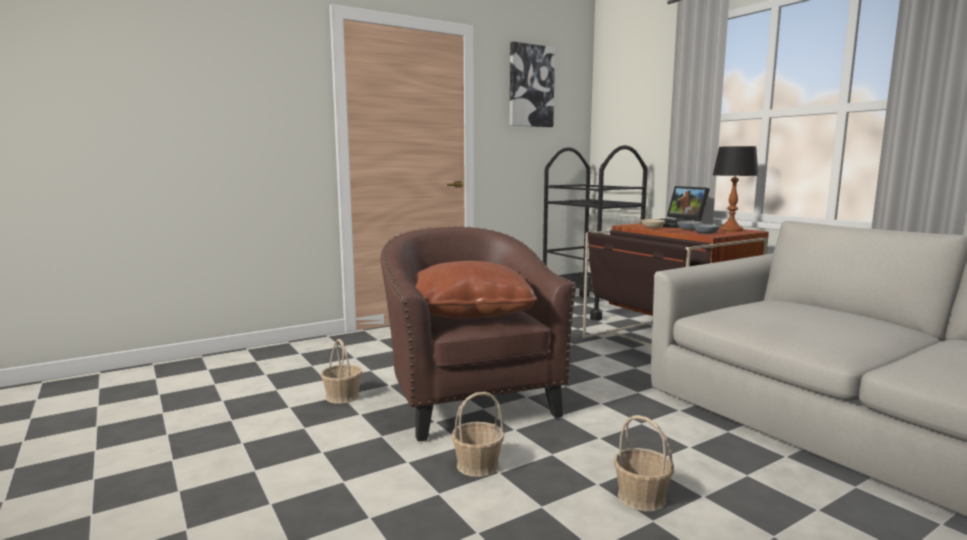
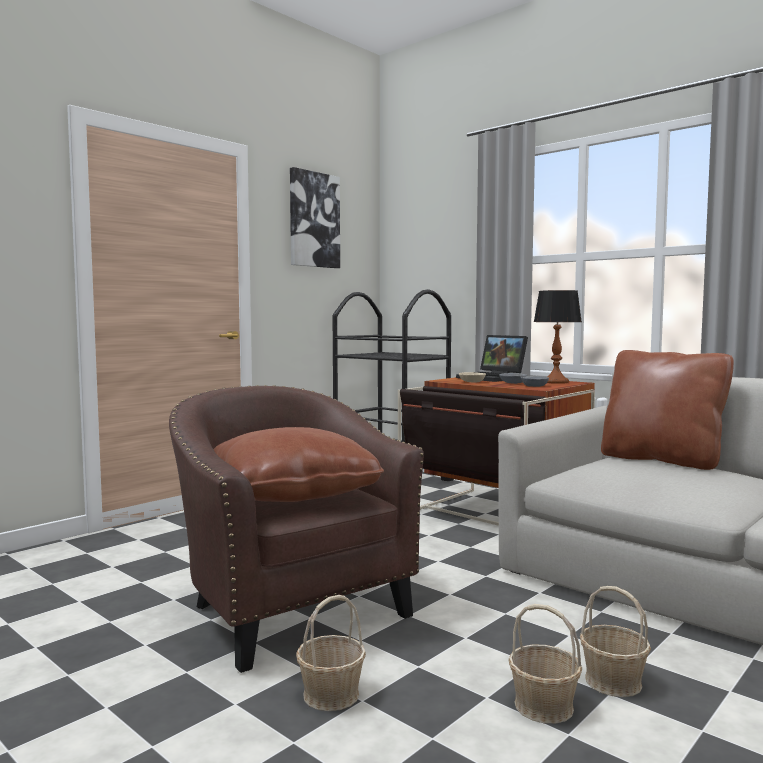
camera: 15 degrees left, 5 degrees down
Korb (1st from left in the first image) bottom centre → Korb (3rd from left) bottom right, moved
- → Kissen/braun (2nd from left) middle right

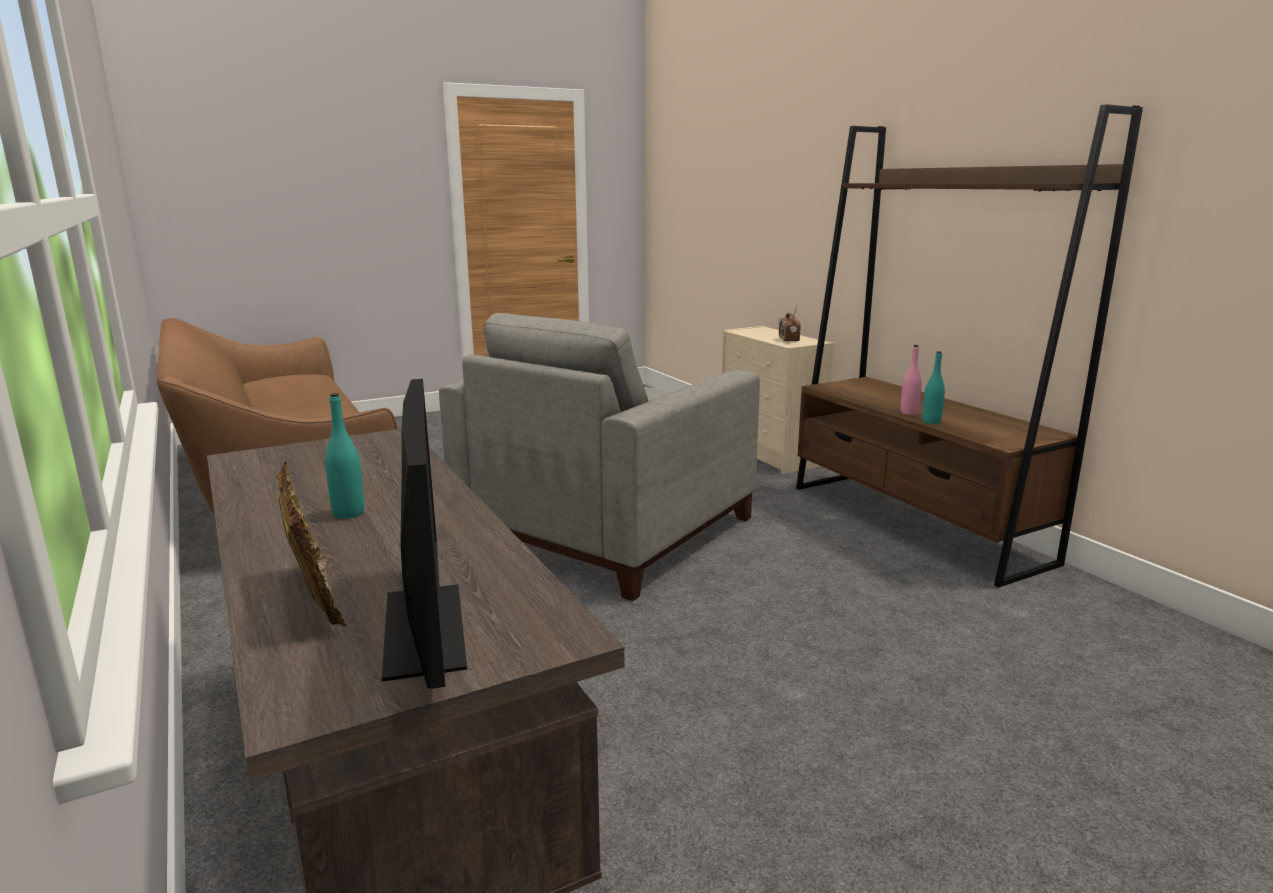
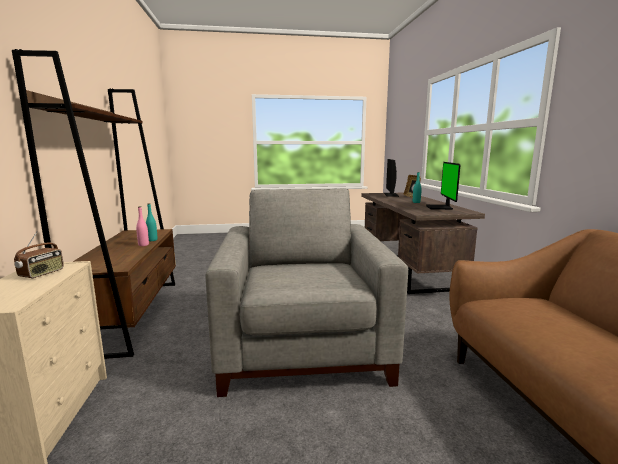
camera: 160 degrees left, 5 degrees down
Sessel/grau centre, 60 degrees counterclockwise
- → Monitor (2nd from left) middle right

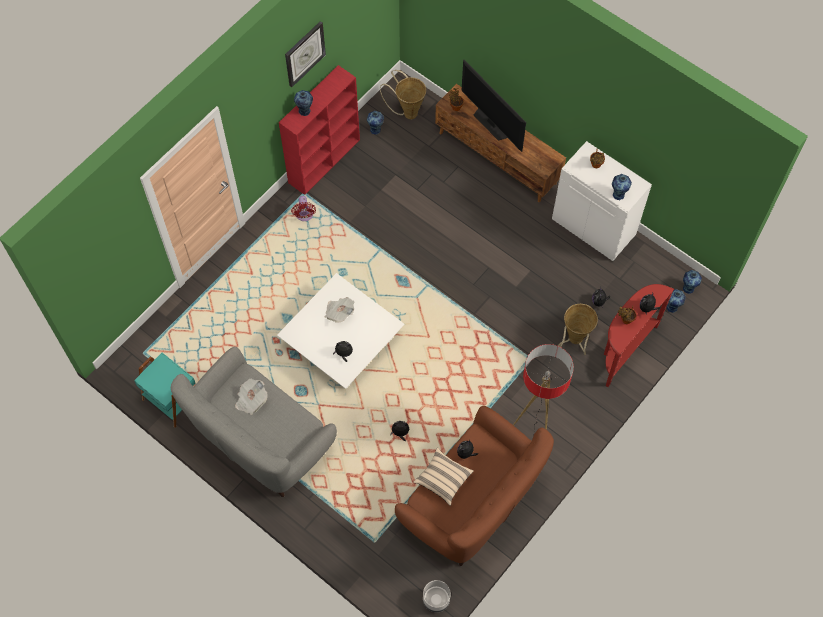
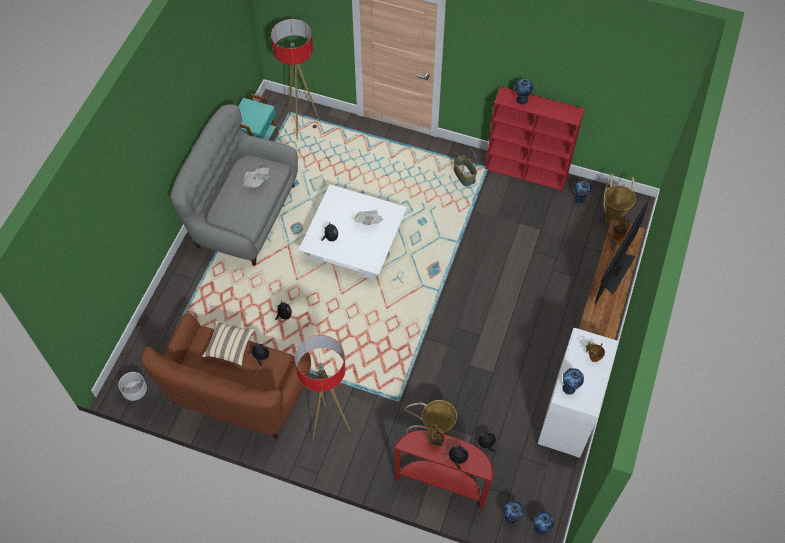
camera: 70 degrees right, 5 degrees down
Wanduhr top centre → -
Ventilator/rot centre → Korb (2nd from left) top centre
- → Stehlampe (1st from left) top centre

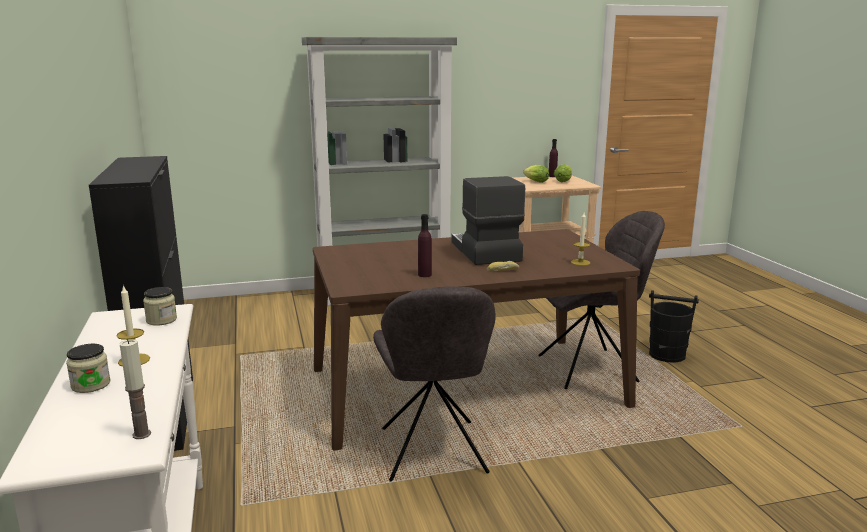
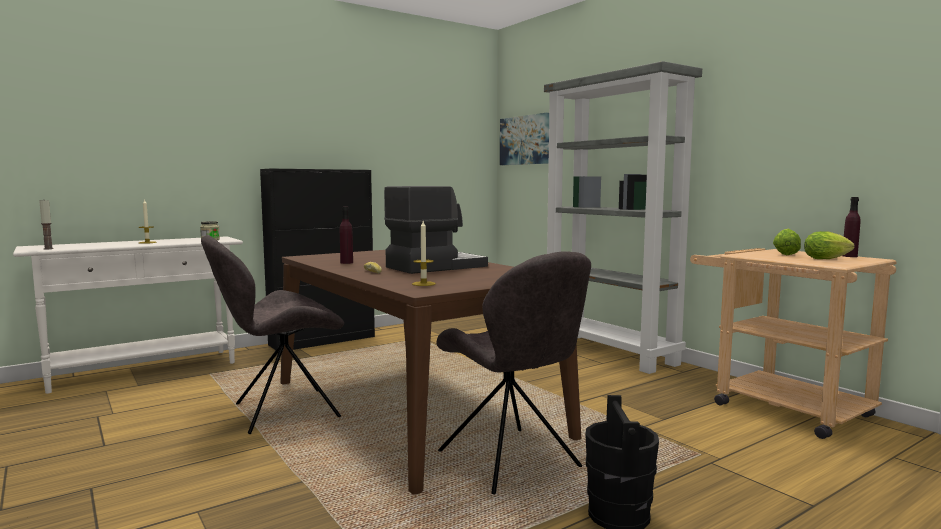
camera: 70 degrees right, 10 degrees down
Vorratsglas (1st from left) bottom left → -
- → Bild top centre

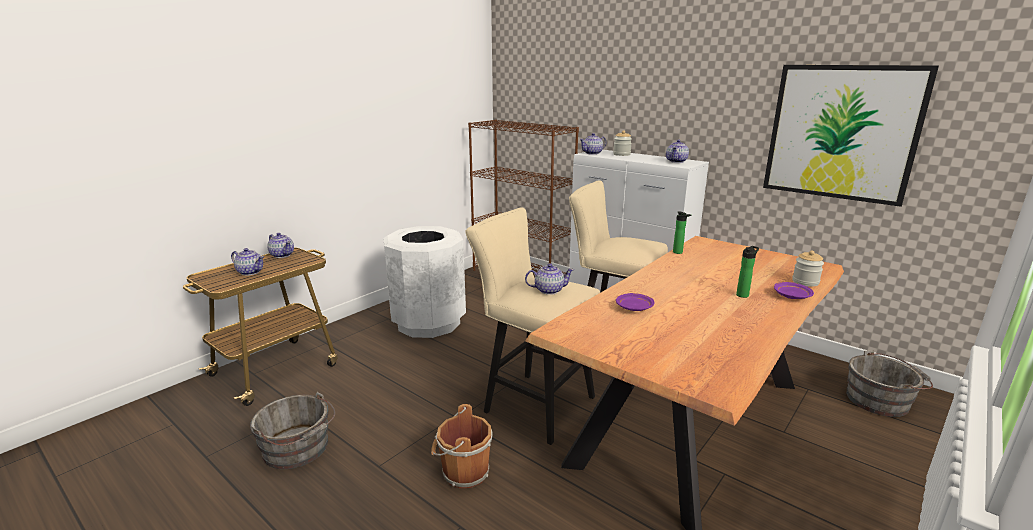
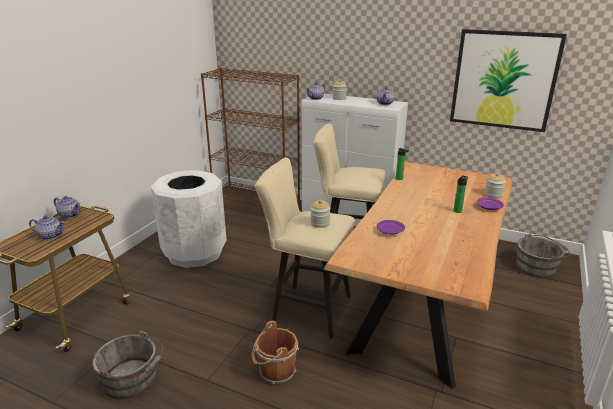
camera: 15 degrees left, 5 degrees up
Teekanne (3rd from left) centre → Vorratsglas (1st from left) centre

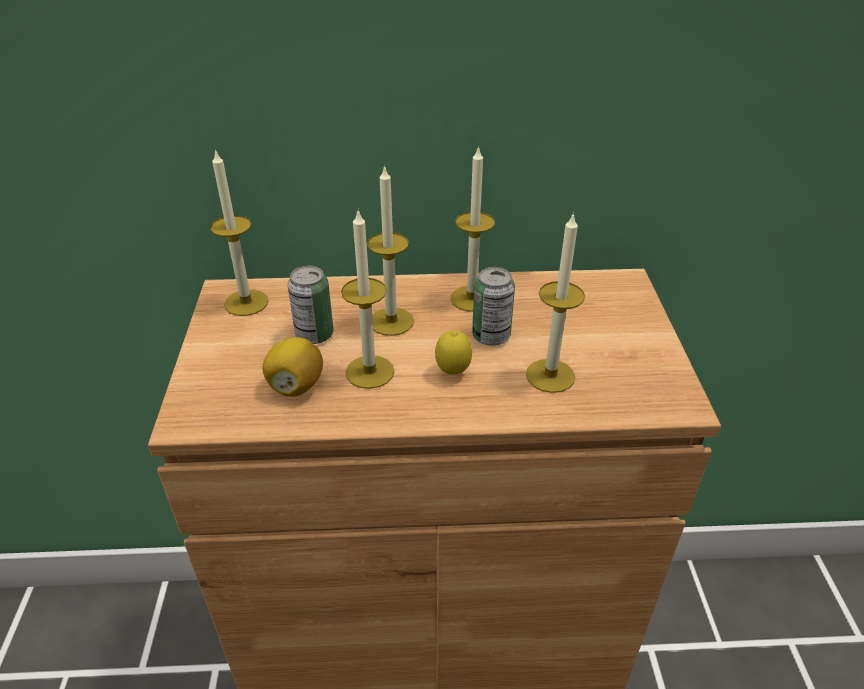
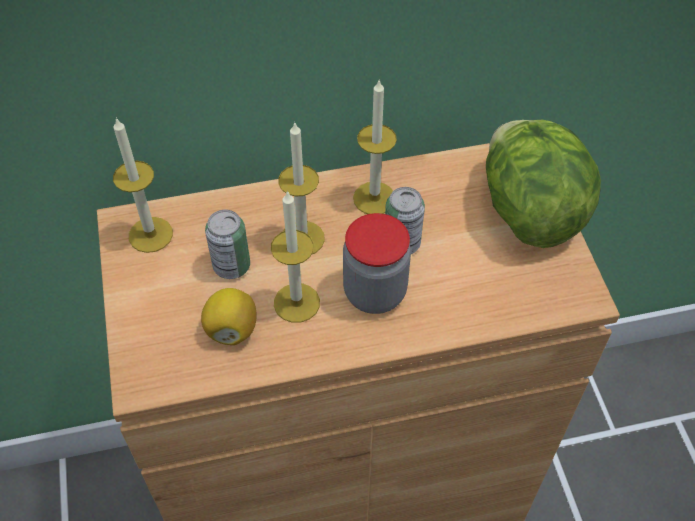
camera: 10 degrees left, 15 degrees up
Kerze (5th from left) centre → -
Zitrone (2nd from left) centre → Vorratsglas centre
- → Salatkopf middle right

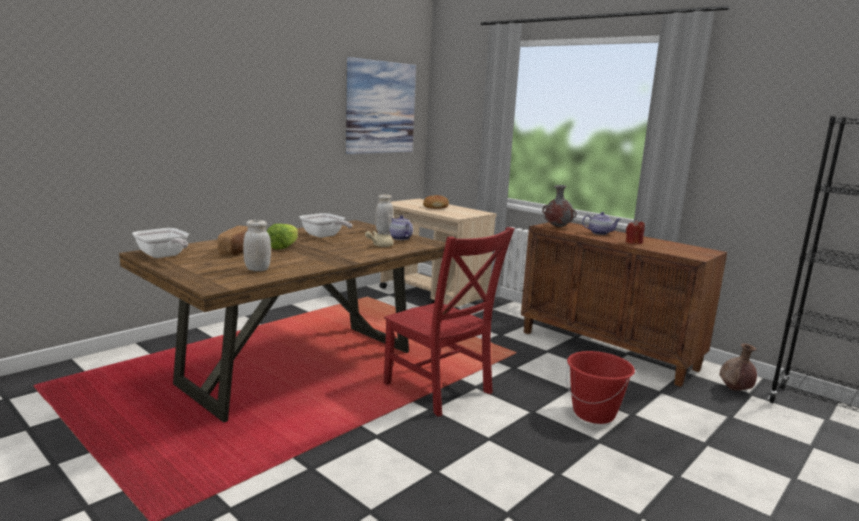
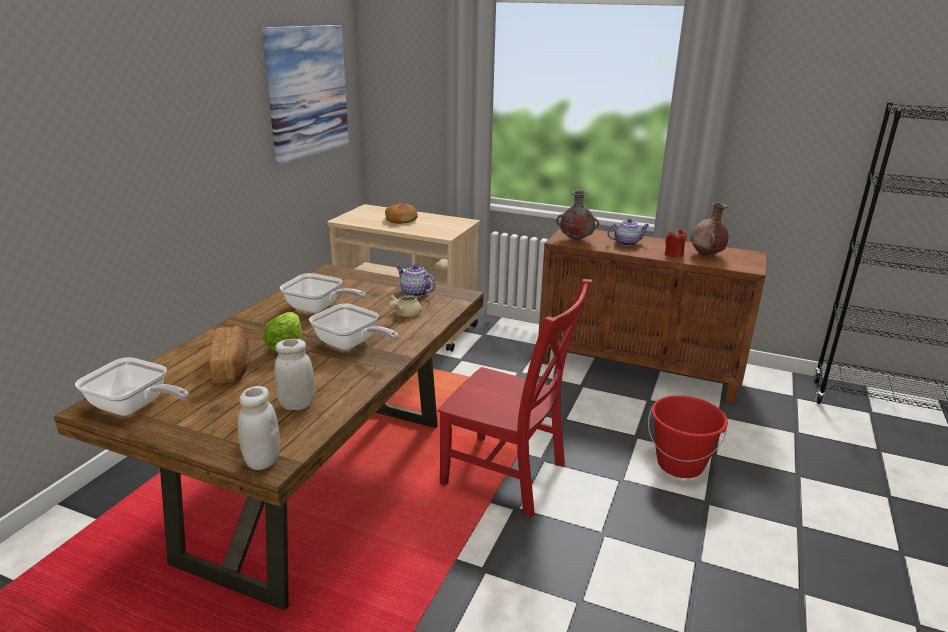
camera: 20 degrees left, 10 degrees up
Vorratsglas/weiß (2nd from left in the first image) centre → Vorratsglas/weiß (1st from left) bottom left, moved
Vase/braun bottom right → Vase/braun middle right, moved
- → Pfanne (3rd from left) centre

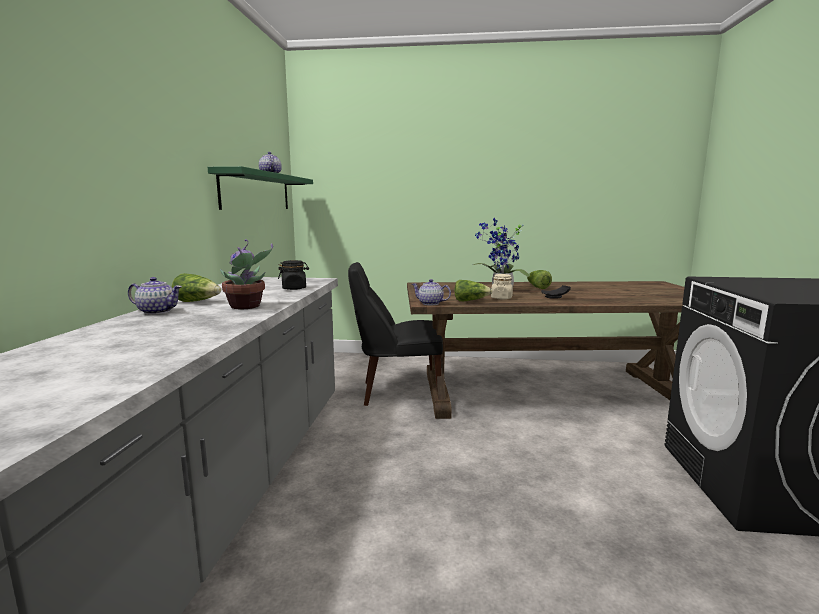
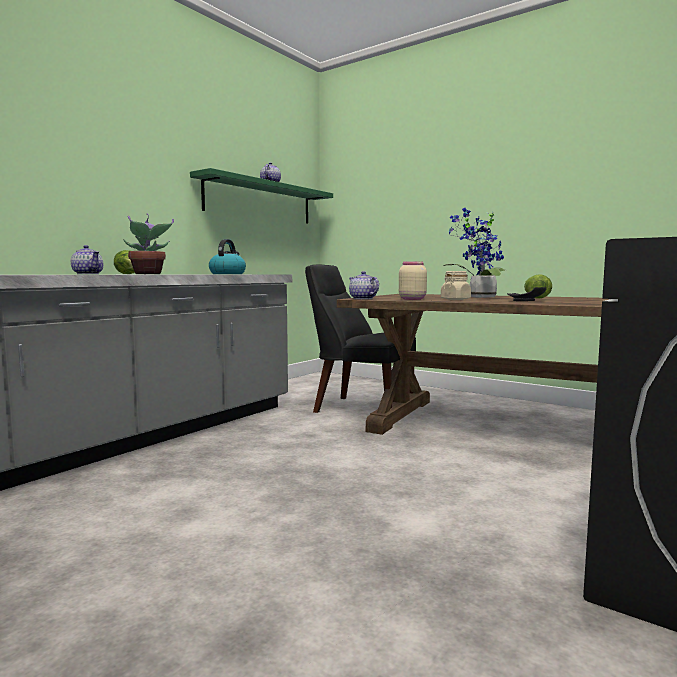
camera: 30 degrees right, 5 degrees down
Vorratsglas/schwarz centre → Wasserkessel centre
Salatkopf (2nd from left) centre → Vorratsglas/beige (1st from left) centre

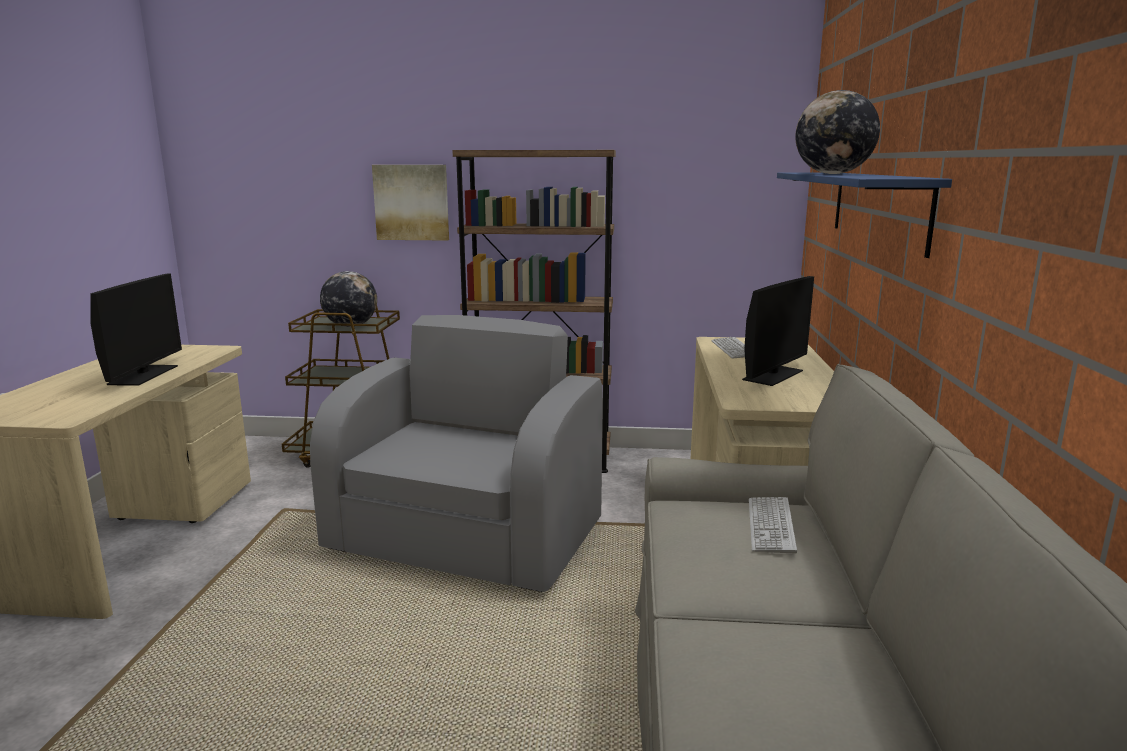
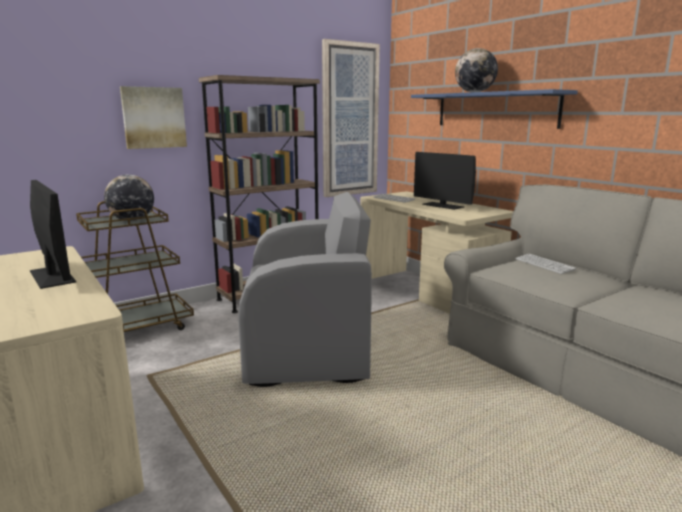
camera: 40 degrees left, 0 degrees up
Monitor (2nd from left) middle right → Monitor (2nd from left) centre, 135 degrees clockwise
Sessel/grau centre, 105 degrees clockwise
- → Bild (2nd from left) top centre

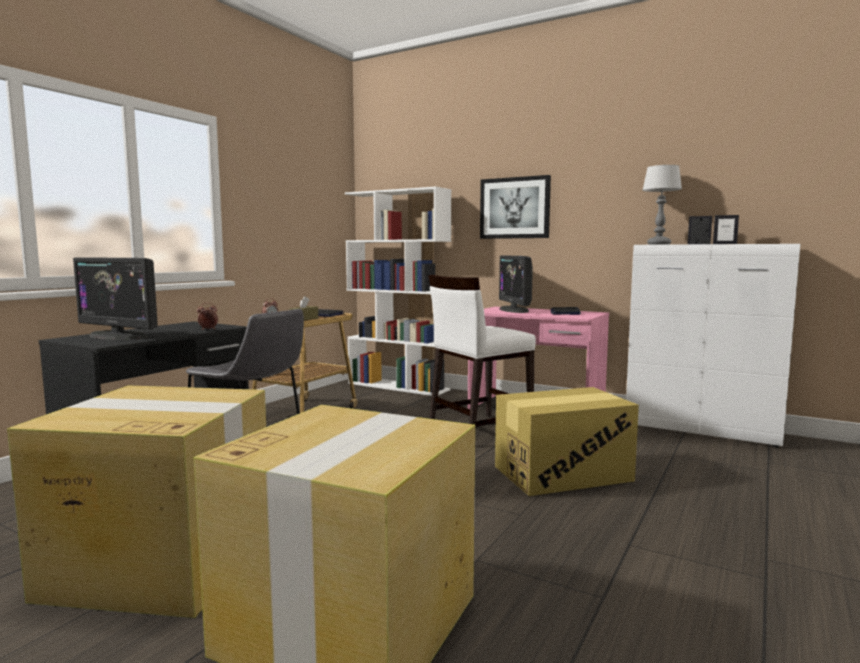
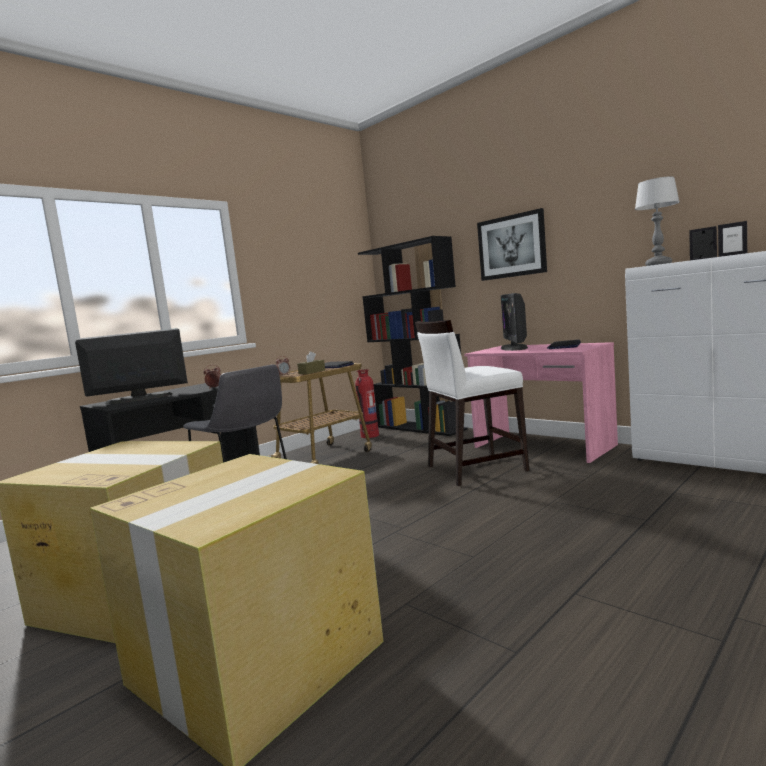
camera: 15 degrees right, 0 degrees up
Bücherregal/weiß centre → Bücherregal/schwarz centre
Monitor (1st from left) middle left, 120 degrees clockwise
Karton (3rd from left) centre → -
- → Feuerlöscher centre

